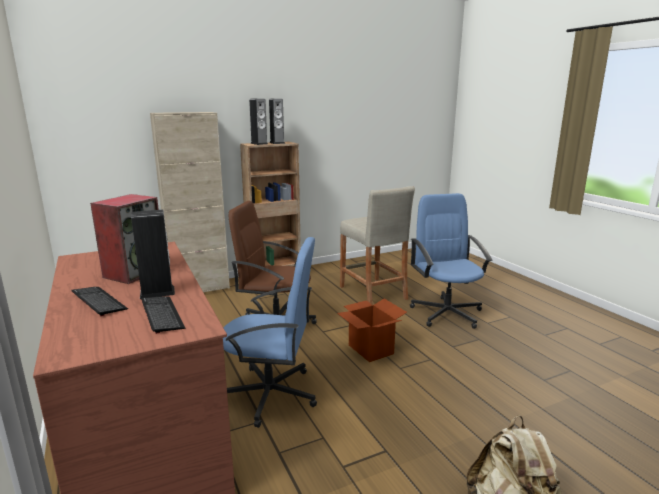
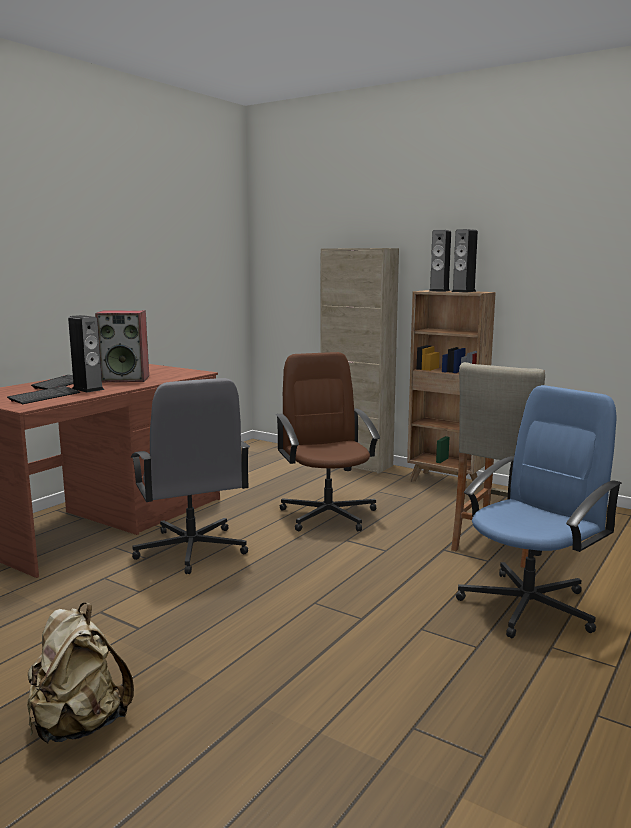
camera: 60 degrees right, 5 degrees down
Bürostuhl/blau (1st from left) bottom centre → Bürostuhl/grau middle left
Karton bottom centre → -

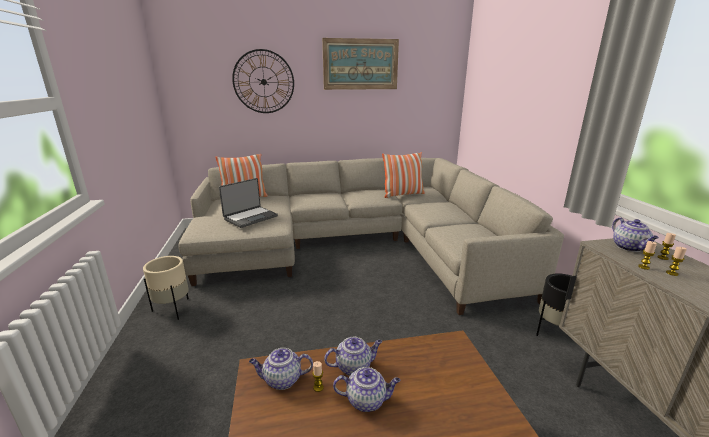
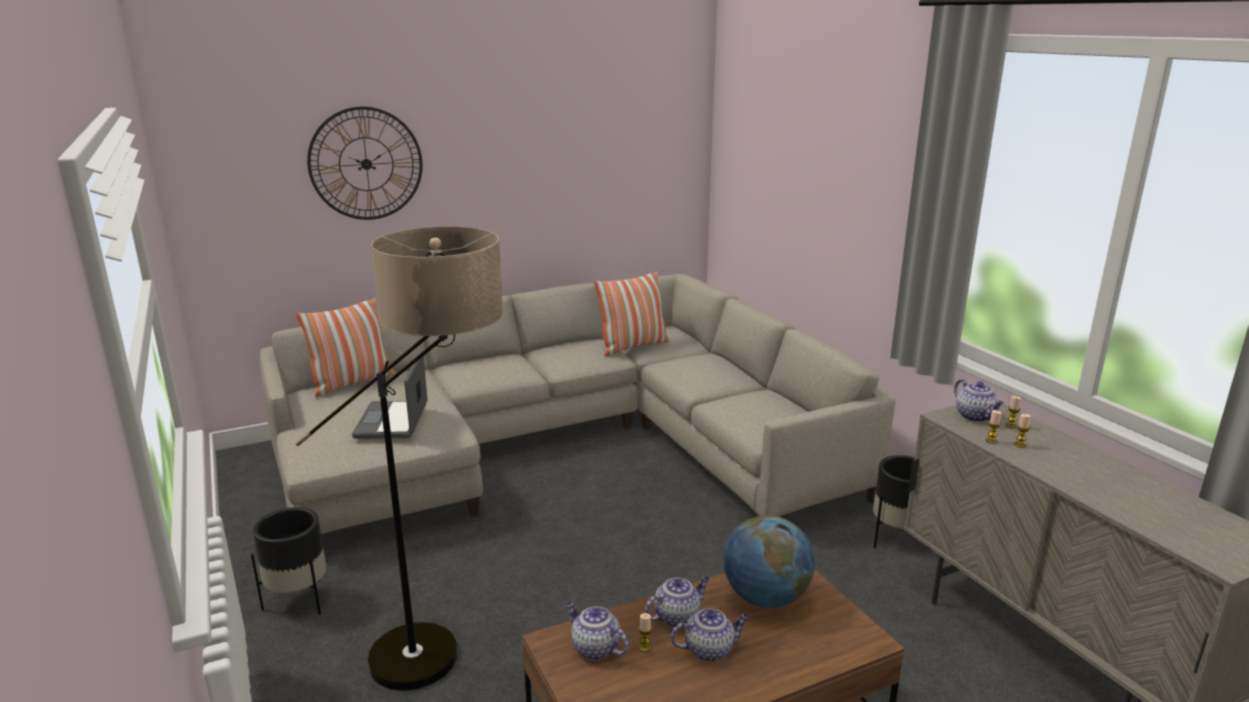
camera: 15 degrees left, 0 degrees up
Bild top centre → -
Laptop centre → Laptop middle left, 150 degrees clockwise
Pflanzkübel/beige middle left → Pflanzkübel/schwarz (1st from left) bottom left
Teekanne (1st from left) bottom centre, 60 degrees clockwise
- → Stehlampe middle left
- → Globus bottom centre

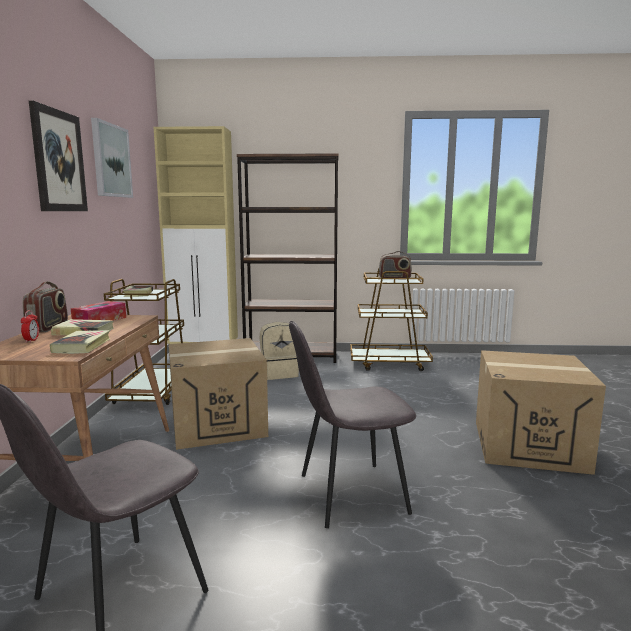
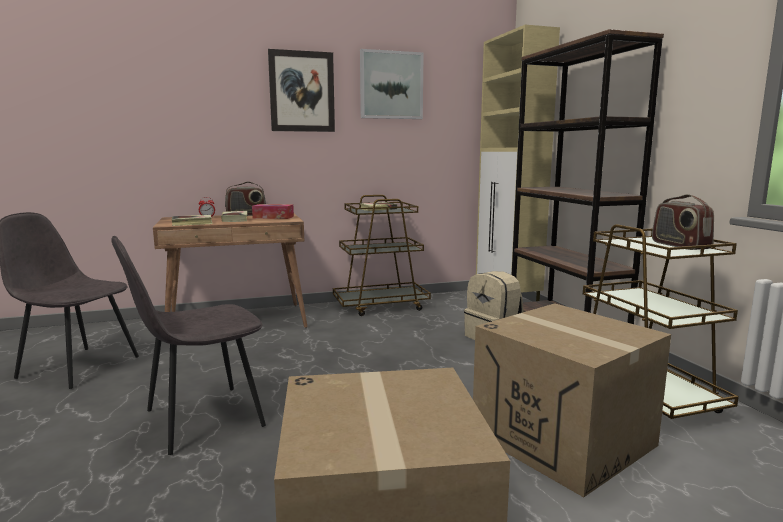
camera: 70 degrees right, 0 degrees up
Stuhl/grau (2nd from left) bottom centre → Stuhl/grau (2nd from left) middle left, 90 degrees counterclockwise
Karton (1st from left in the first image) centre → Karton (2nd from left) bottom right, moved

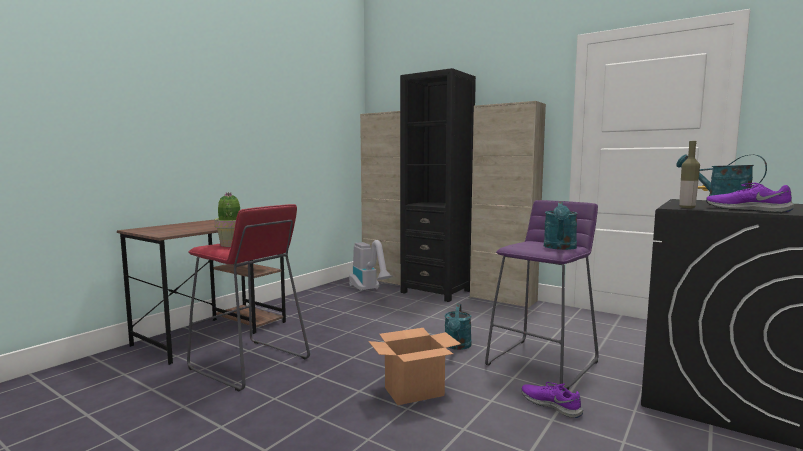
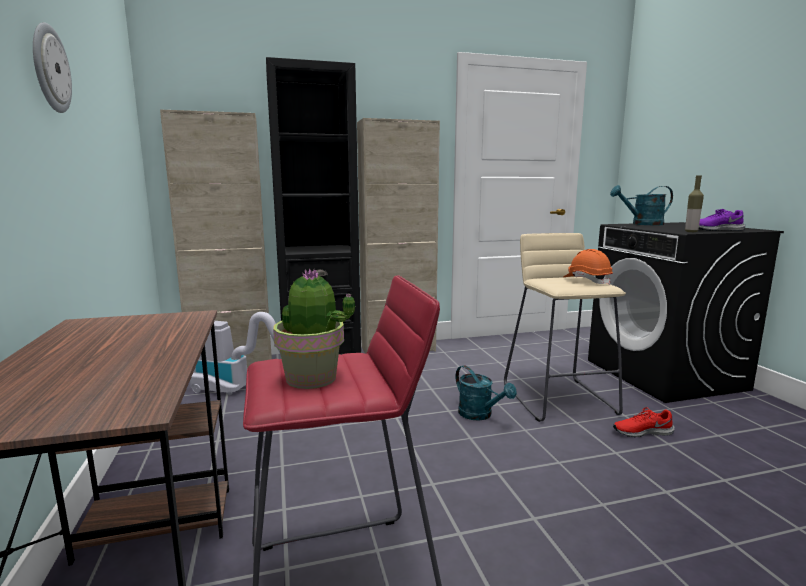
camera: 50 degrees left, 5 degrees up
Hocker/lila middle right → Hocker/beige middle right
Gießkanne/türkis (2nd from left) middle right → Schutzhelm/orange middle right
Karton bottom centre → -
Schuh/lila (1st from left) bottom right → Schuh/rot bottom right
- → Wanduhr top left

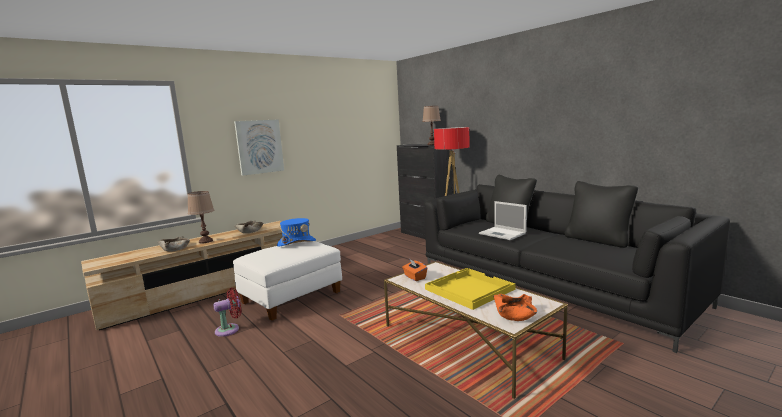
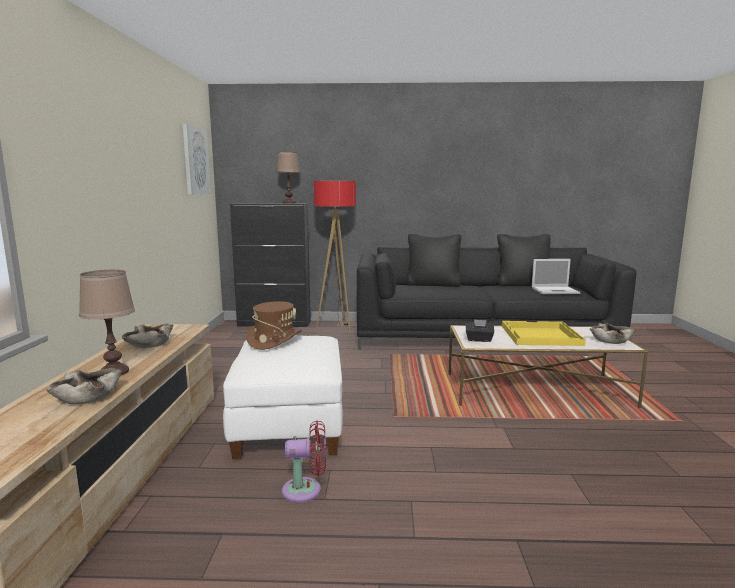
camera: 50 degrees left, 0 degrees up
Bild middle left → Bild top left, moved
Laptop centre → Laptop middle right, moved
Hut/blau centre → Hut/braun centre
Taschentuchbox/orange centre → Taschentuchbox/schwarz centre
Ventilator/rot bottom left → Ventilator/rot bottom centre, 75 degrees clockwise
Schüssel/orange bottom centre → Schüssel/beige (3rd from left) middle right

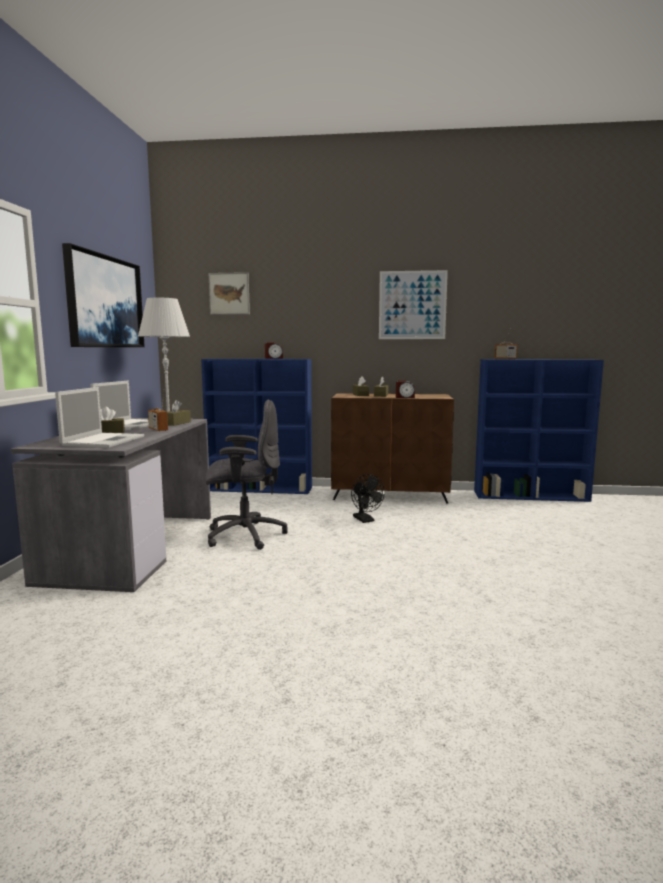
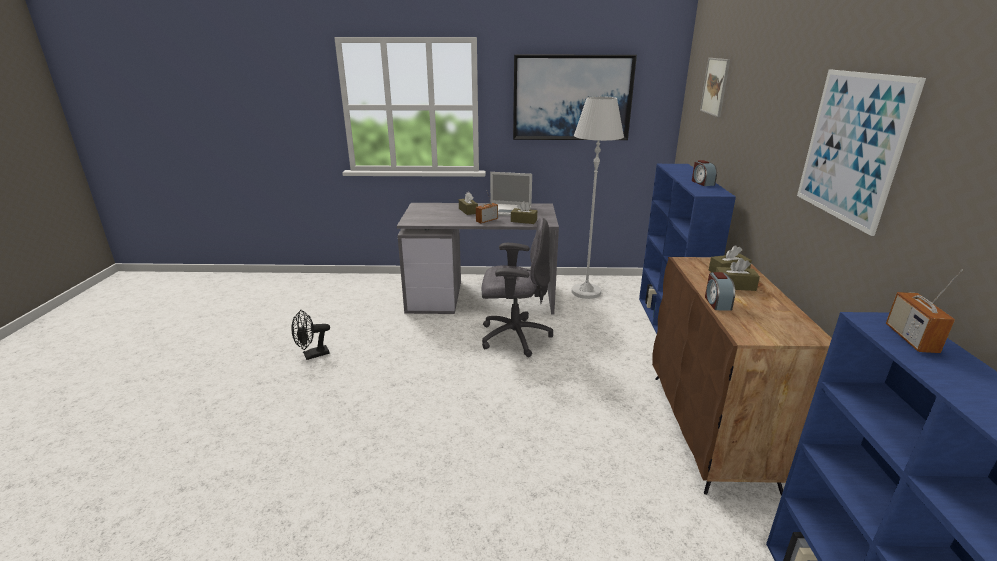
camera: 85 degrees right, 15 degrees up
Laptop (1st from left) middle left → -
Bürostuhl/grau centre, 75 degrees counterclockwise
Ventilator/schwarz centre → Ventilator/schwarz middle left, moved

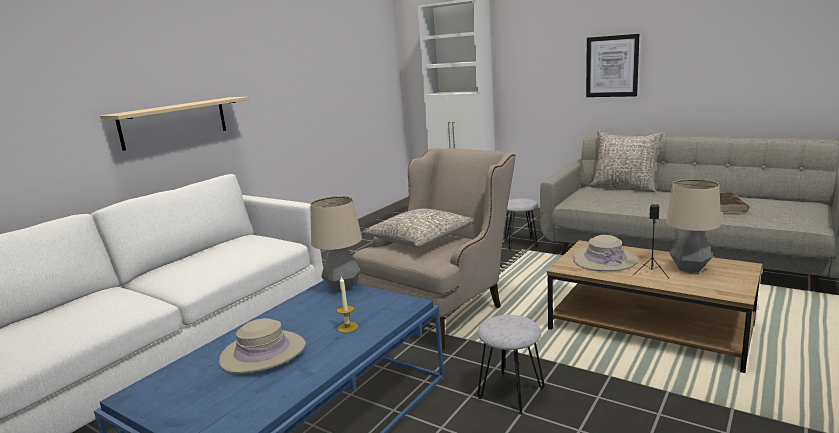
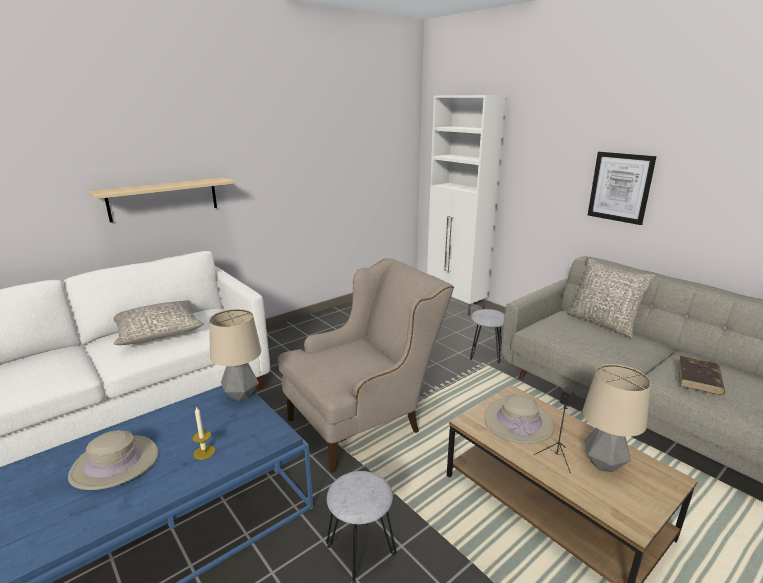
camera: 15 degrees right, 5 degrees up
Kissen/grau (1st from left) centre → Kissen/grau (1st from left) middle left, moved

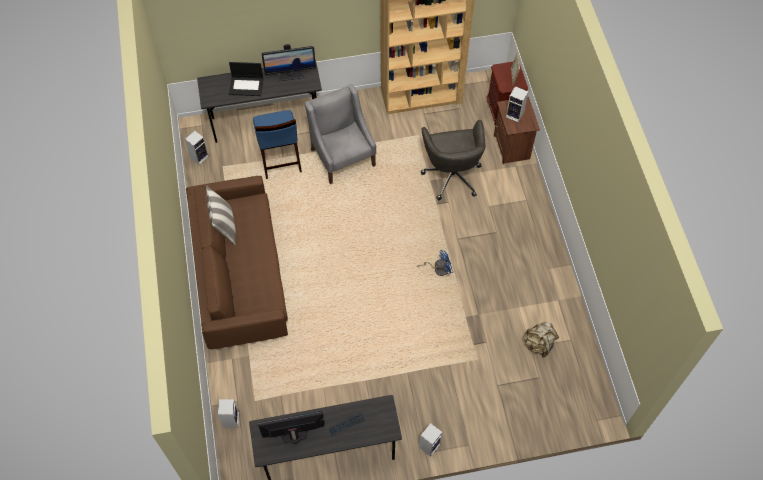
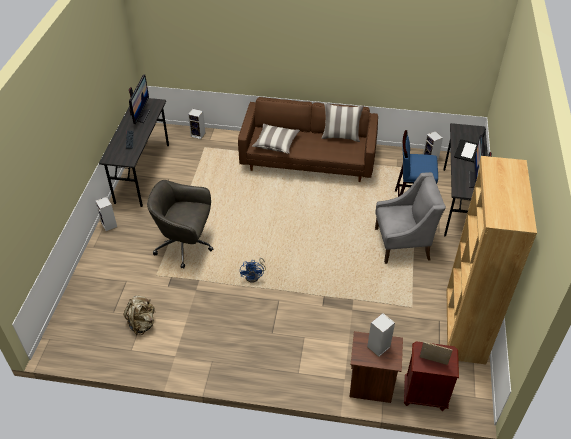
camera: 110 degrees right, 15 degrees down
Bürostuhl/grau centre → Bürostuhl/grau middle left, moved
- → Kissen (1st from left) top centre

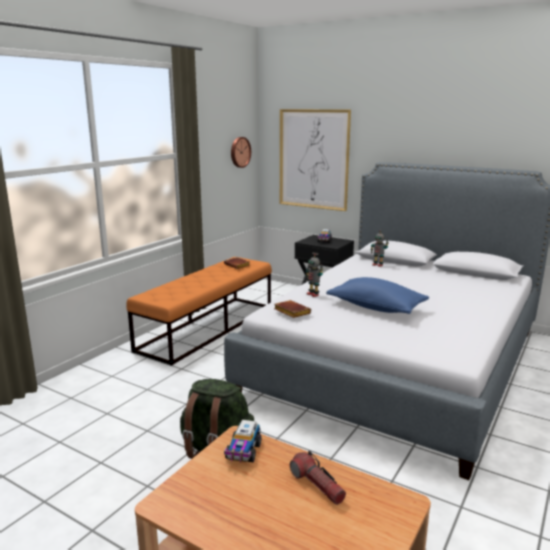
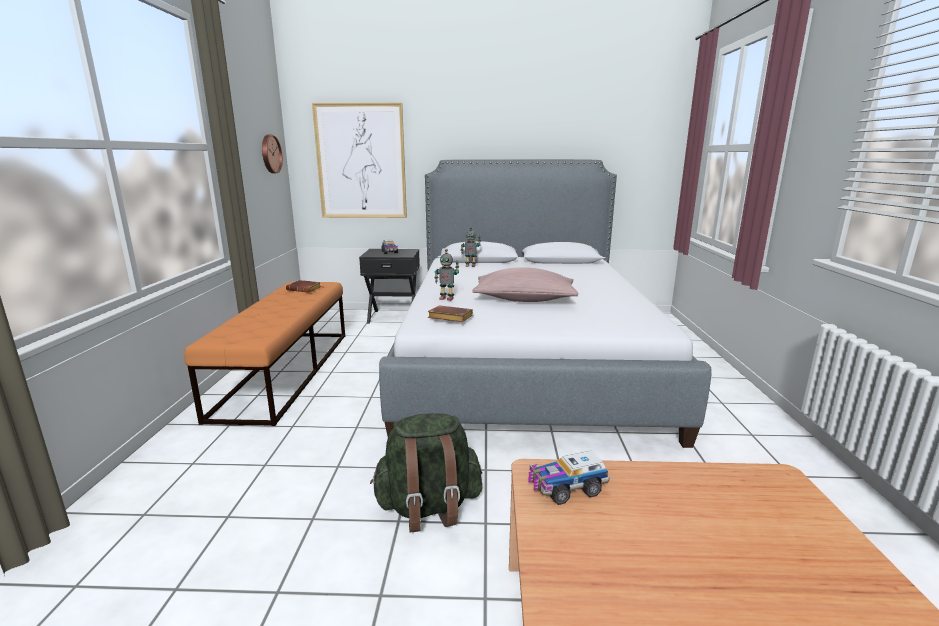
camera: 30 degrees left, 0 degrees up
Kissen/blau middle right → Kissen/rosa centre
Spielzeuglaster (1st from left in the first image) bottom centre → Spielzeuglaster (2nd from left) bottom centre, 90 degrees clockwise
Taschenlampe bottom centre → -

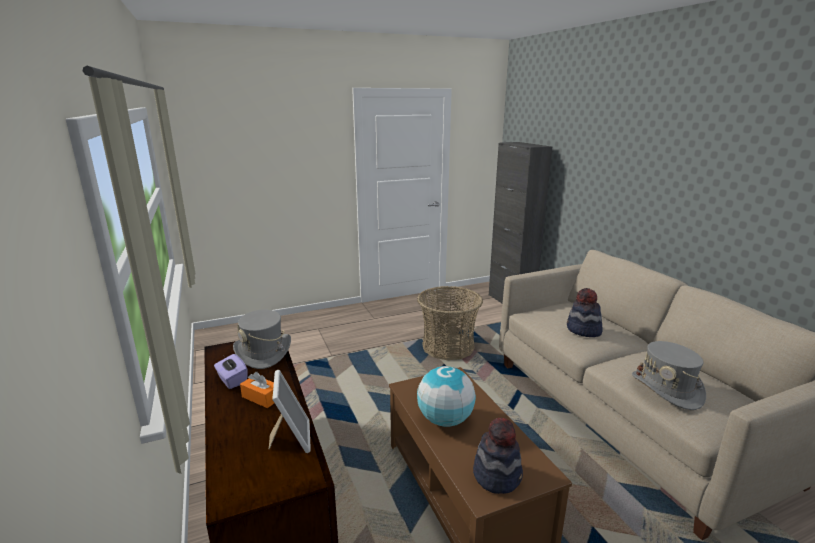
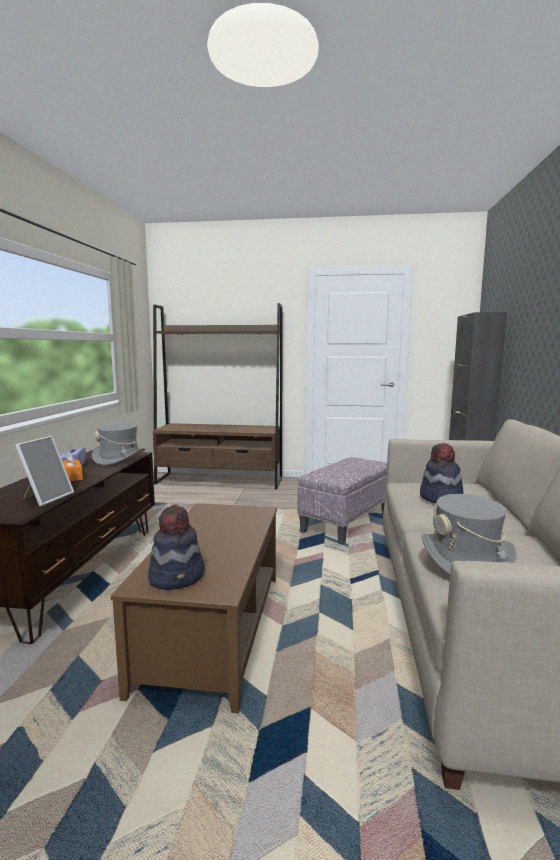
camera: 30 degrees right, 10 degrees down
Korb centre → Polsterhocker centre
Globus bottom centre → -
- → Bücherregal/braun centre

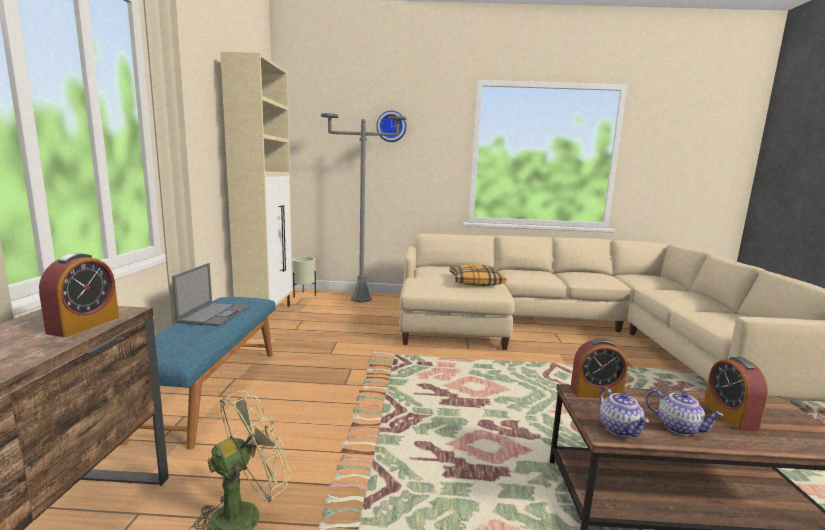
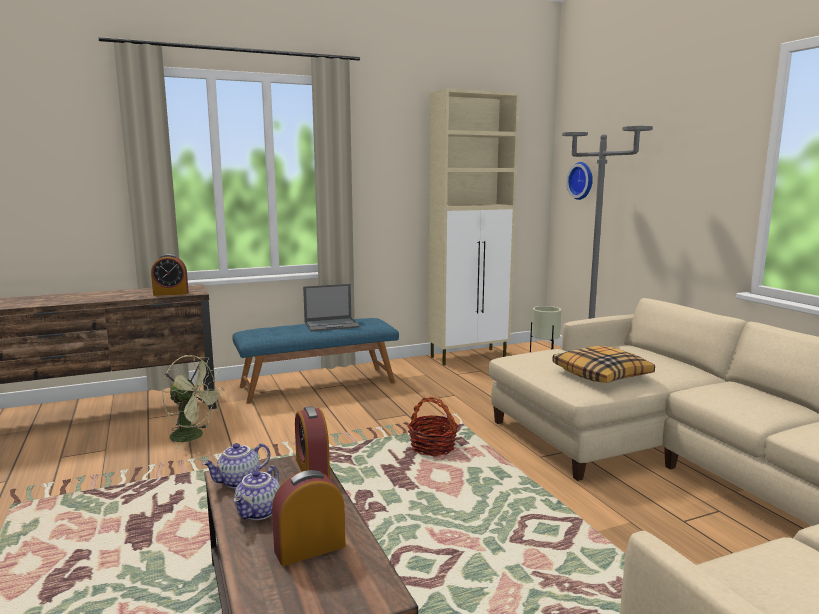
camera: 65 degrees right, 0 degrees up
Wanduhr top centre → Wanduhr top right, moved
- → Korb bottom centre

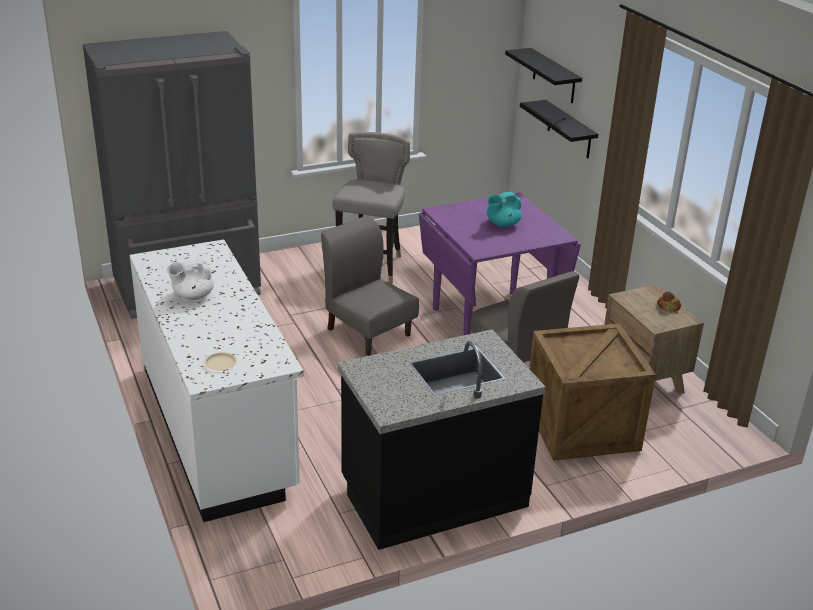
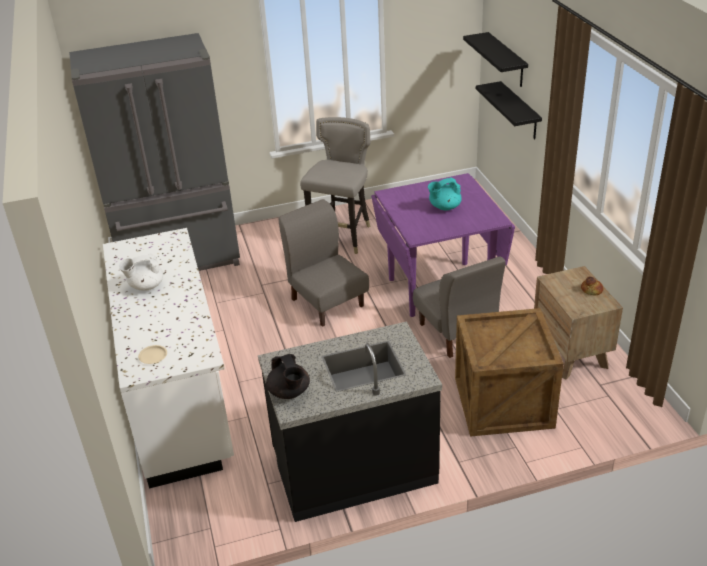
camera: 10 degrees right, 5 degrees up
- → Teekanne/schwarz centre

